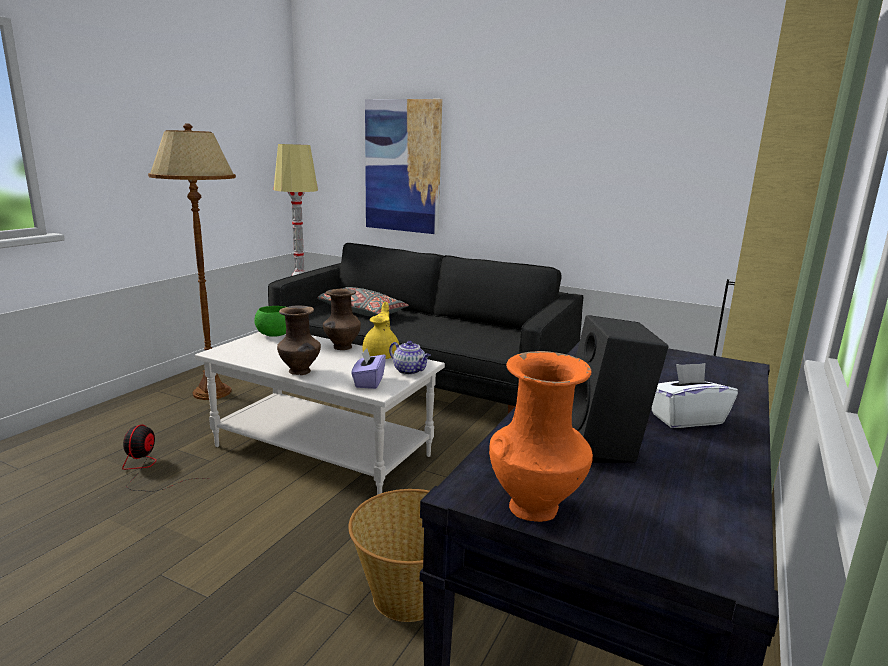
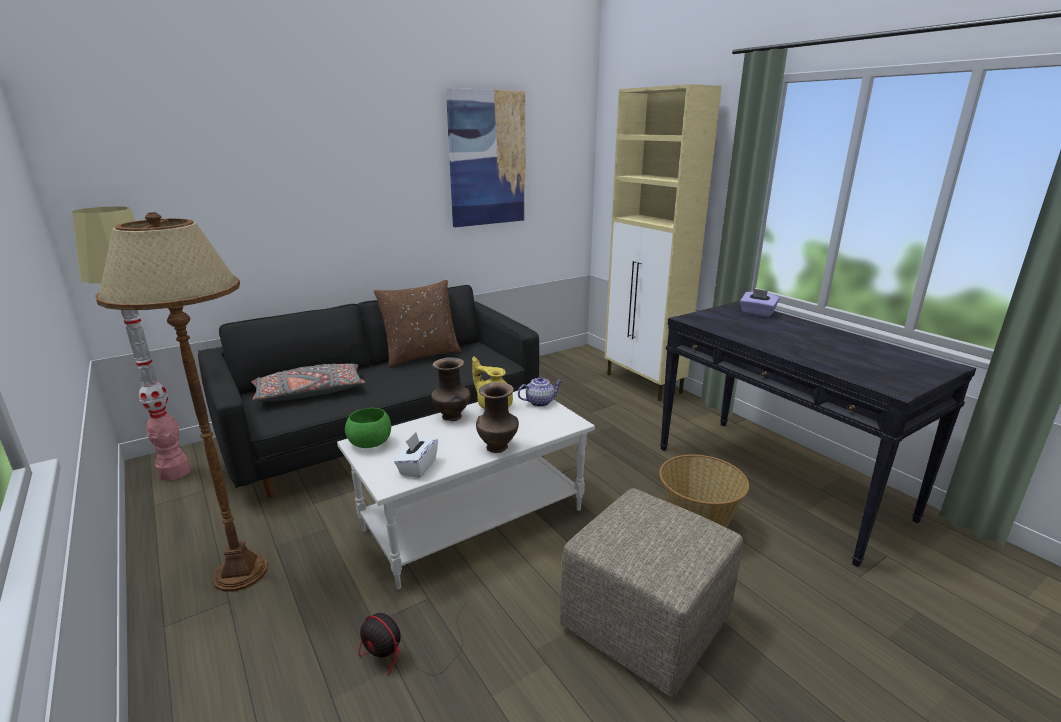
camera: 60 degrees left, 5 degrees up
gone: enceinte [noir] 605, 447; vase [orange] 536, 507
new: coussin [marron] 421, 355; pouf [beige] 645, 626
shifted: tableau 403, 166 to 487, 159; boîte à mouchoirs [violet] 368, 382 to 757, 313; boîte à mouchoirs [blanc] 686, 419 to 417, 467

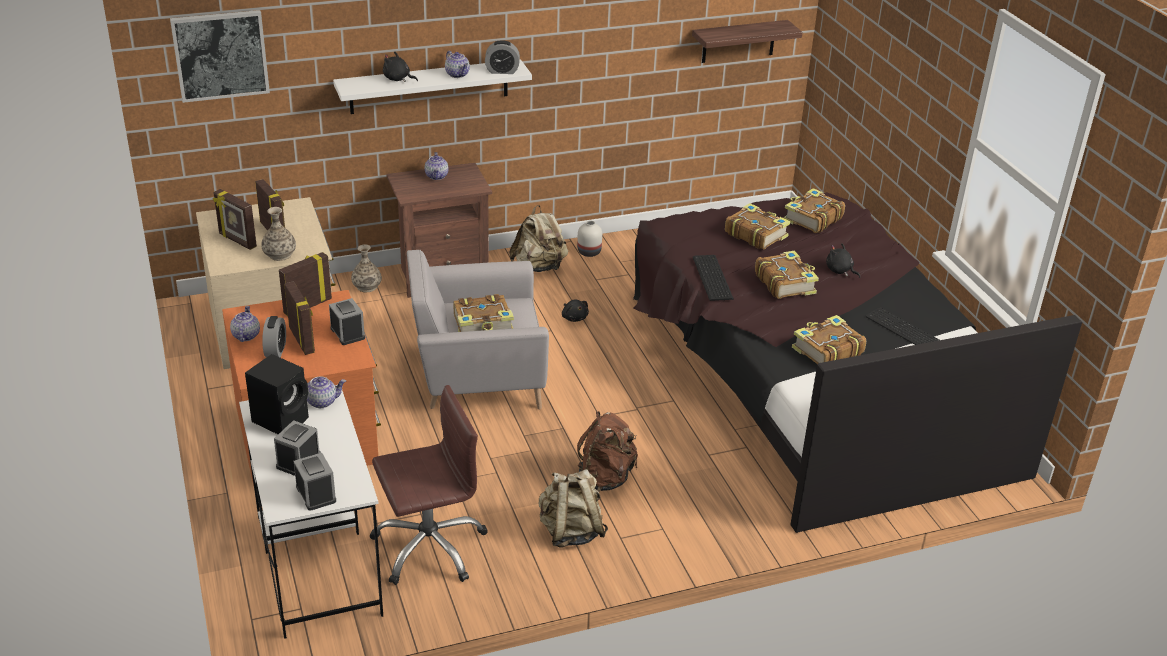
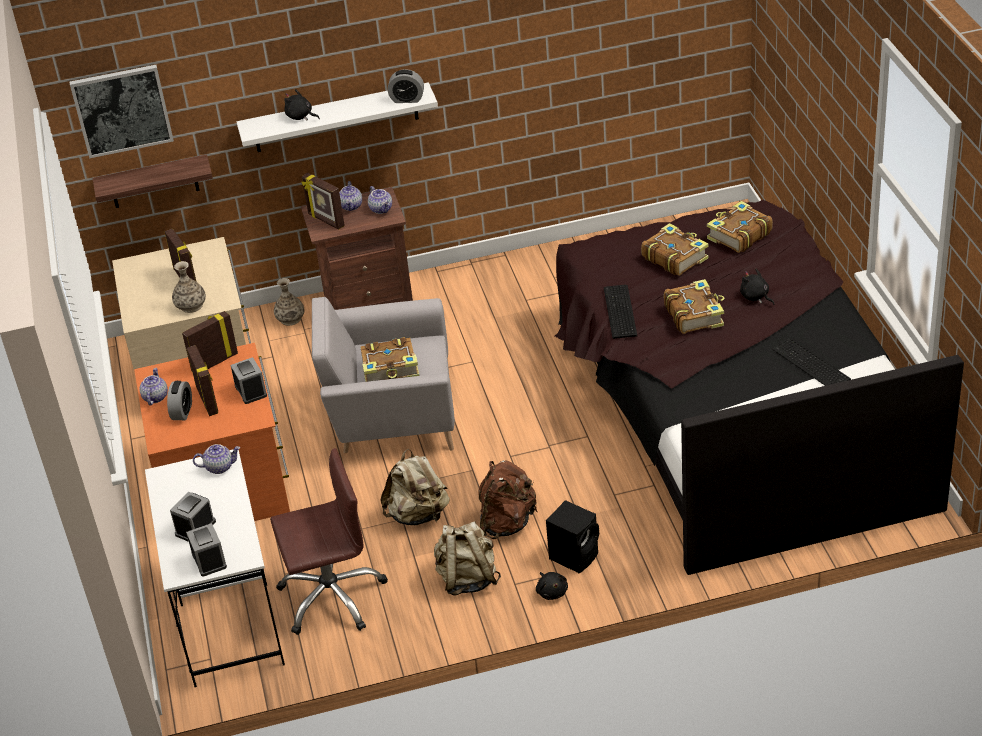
camera: 10 degrees right, 5 degrees up
gone: vase [blanc] 589, 252; livre 826, 351
shifted: étagère 738, 41 to 153, 182; théière 458, 74 to 381, 209; cadre photo 237, 241 to 325, 220; sac à dos [beige] 539, 267 to 418, 514; peluche [noir] 574, 317 to 552, 591; enceinte [noir] 282, 419 to 575, 555

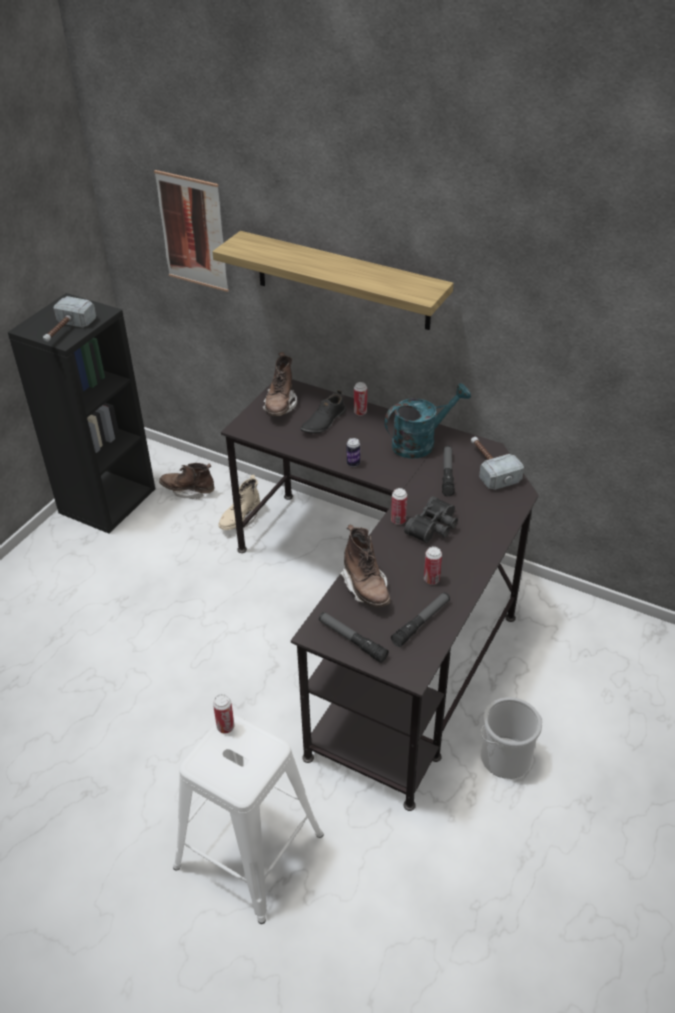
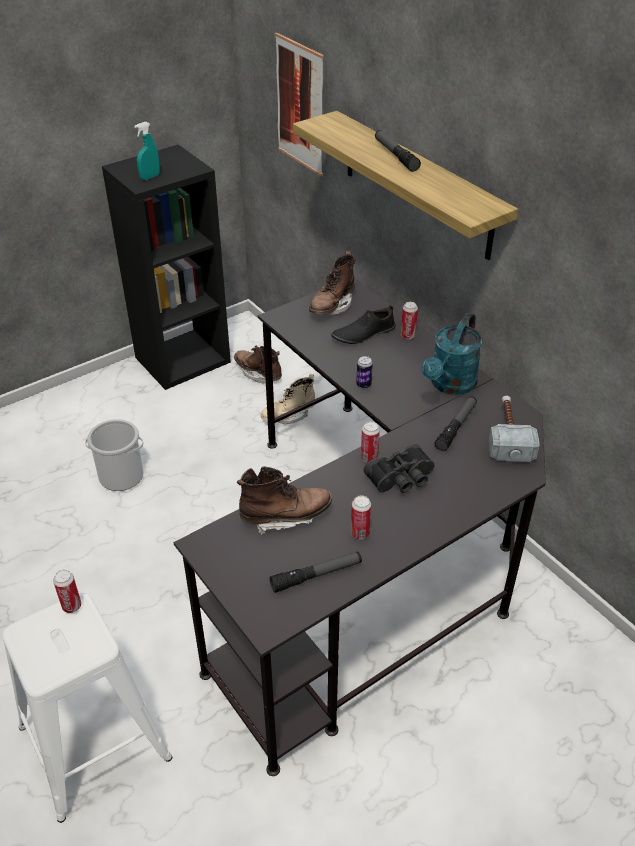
camera: 25 degrees right, 0 degrees up
shifted: lampe de poche 352, 640 to 395, 155; seau 506, 757 to 122, 475
swapped: marteau 66, 331 to vaporisateur [turquoise] 150, 177
rotated: arrosoir [turquoise] 420, 442 = 450, 385 120 degrees clockwise; botte [marron] 366, 588 = 285, 516 105 degrees counterclockwise

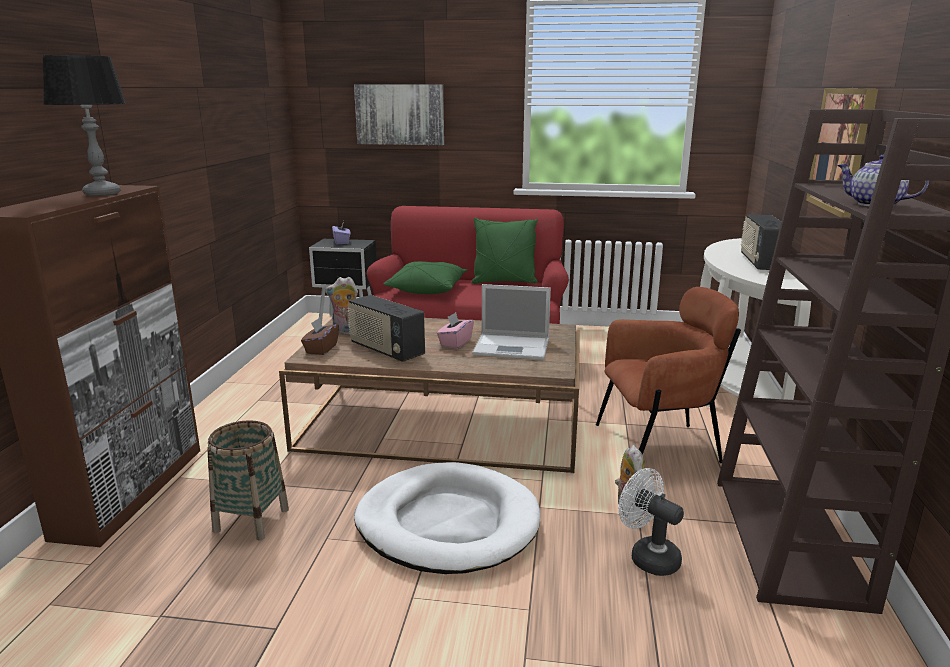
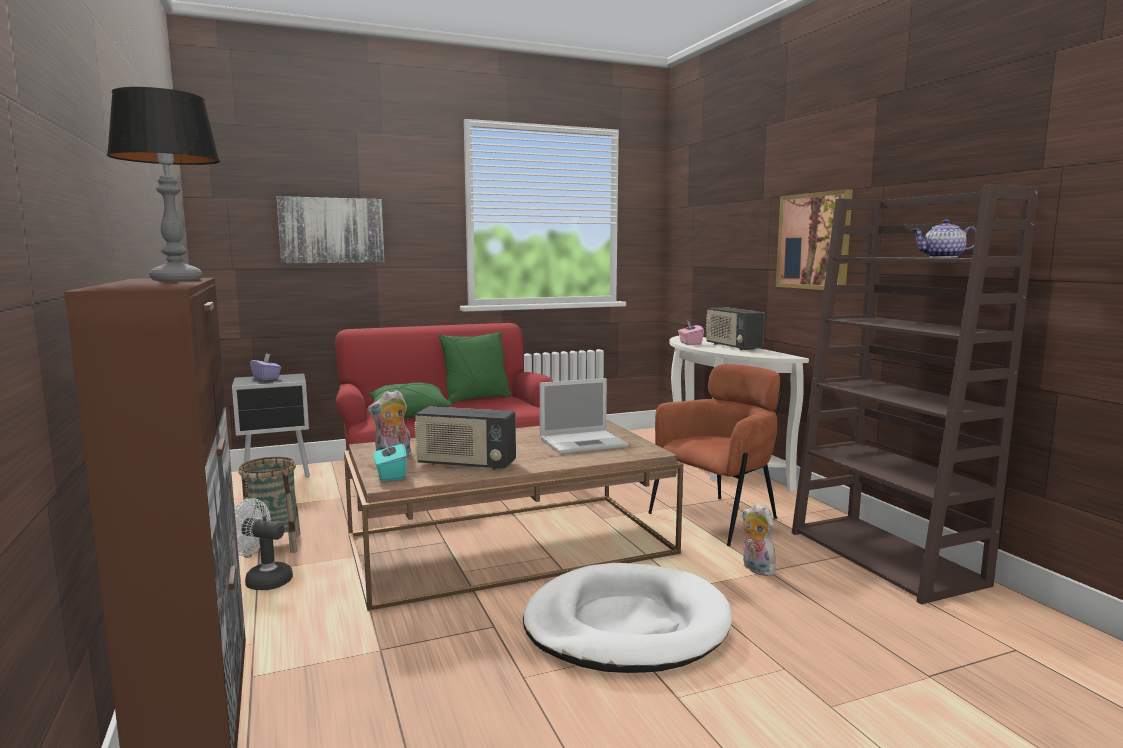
camera: 30 degrees left, 10 degrees down
shifted: boîte à mouchoirs [rose] 455, 343 to 690, 343; panier 251, 520 to 273, 545; ventilateur [blanc] 648, 556 to 262, 580
repainted: boîte à mouchoirs [marron] 321, 349 to boîte à mouchoirs [turquoise] 390, 475

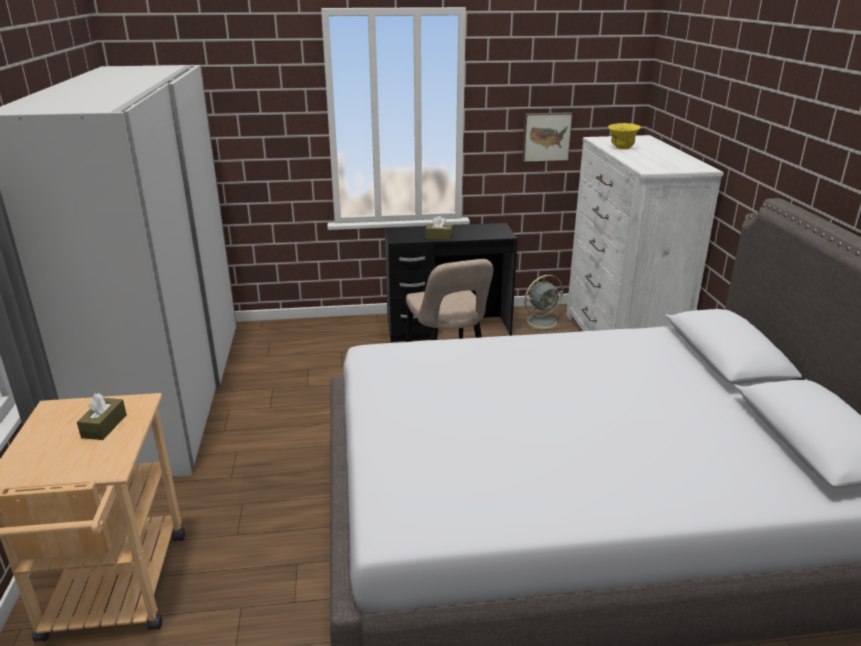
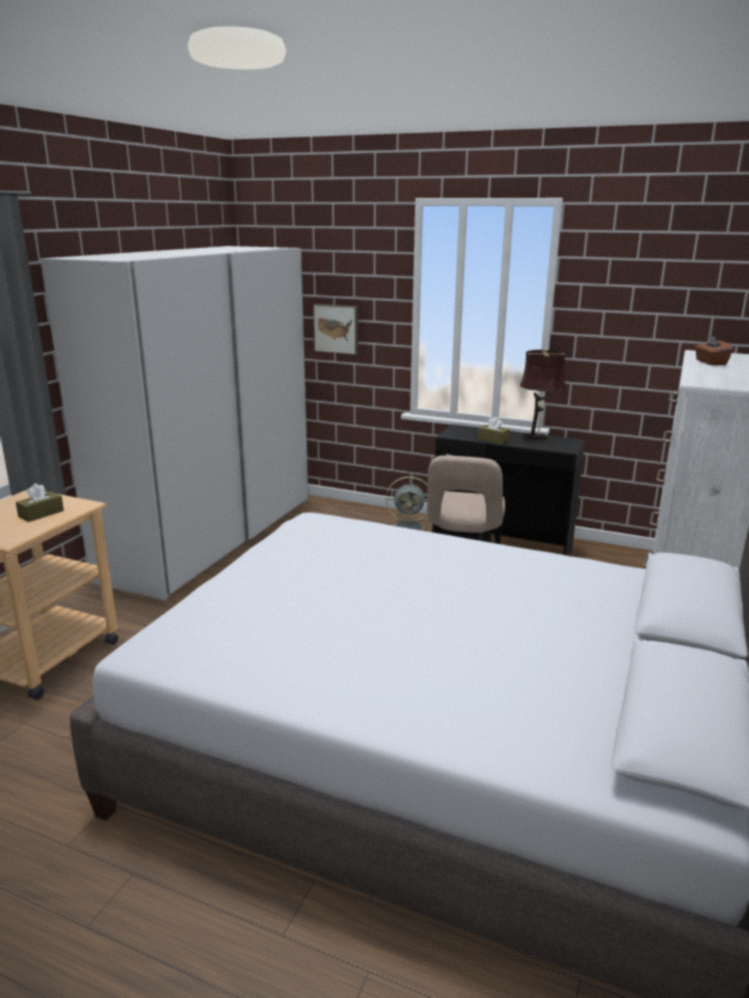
camera: 30 degrees right, 5 degrees down
new: lampe de table [marron] 537, 438
shifted: tableau 546, 136 to 336, 328; ventilateur [gris] 543, 321 to 410, 527
swapped: bol [jaune] 622, 148 to boîte à mouchoirs [marron] 710, 362

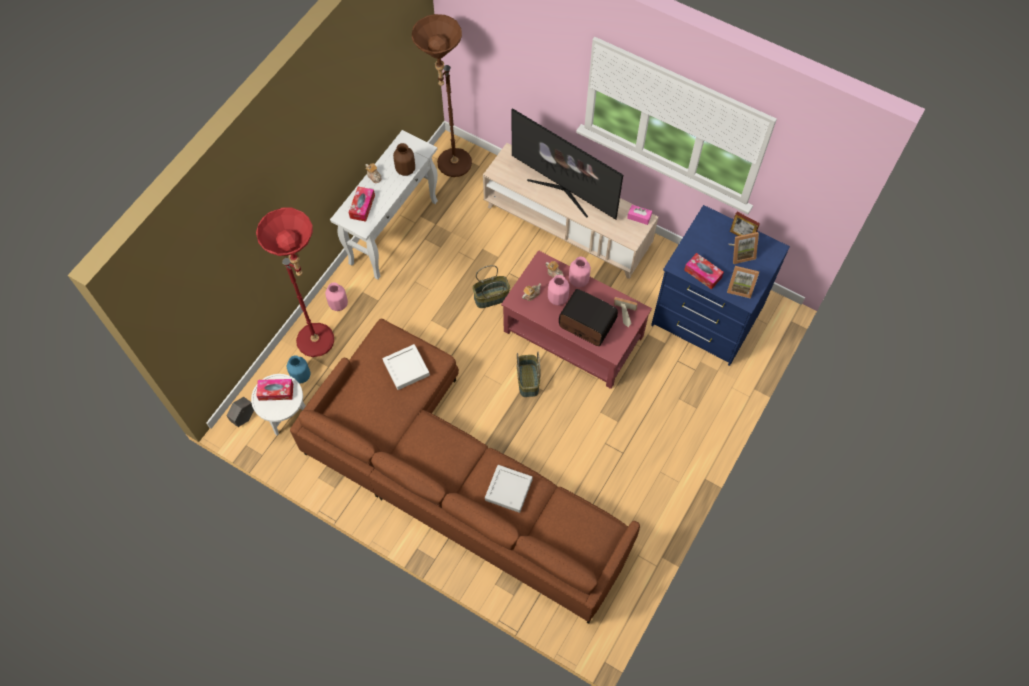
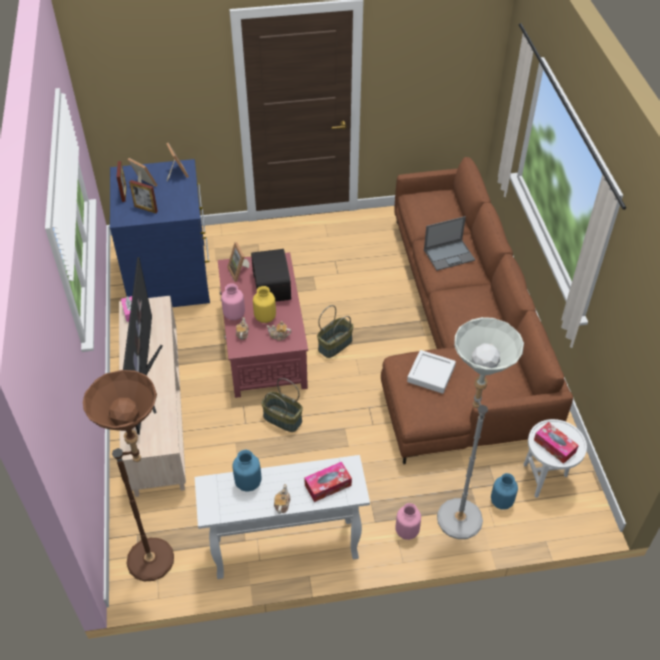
camera: 130 degrees left, 15 degrees down
gone: boîte à mouchoirs 703, 274; cache-pot [gris] 244, 417
new: cadre photo 146, 209
swapped: plateau [gris] 508, 490 to ordinateur portable 449, 255
repainted: vase [marron] 405, 170 to vase [bleu] 248, 483; lampadaire [rouge] 322, 344 to lampadaire [gris] 456, 510; vase [rose] 557, 298 to vase [jaune] 265, 317

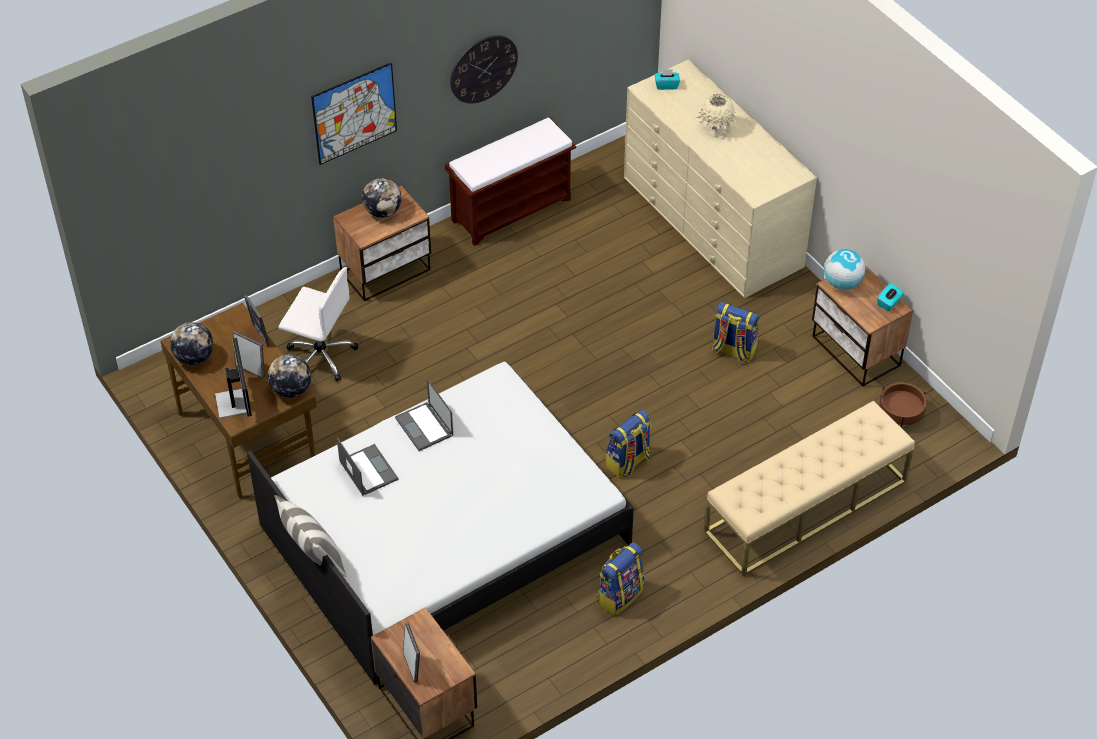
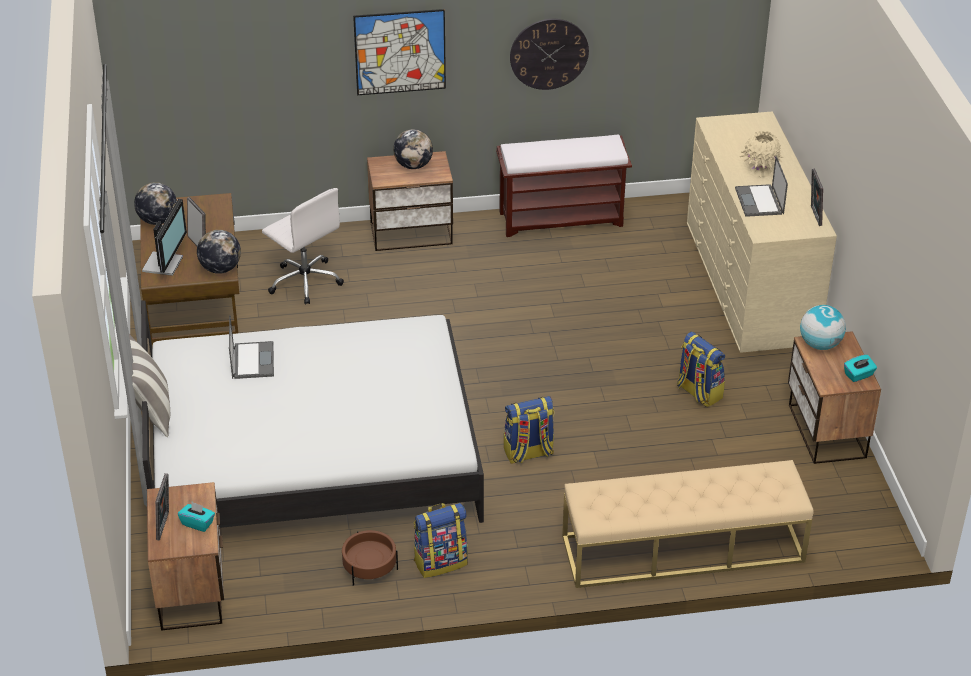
camera: 25 degrees right, 10 degrees down
shifted: boîte à mouchoirs [turquoise] 666, 85 to 197, 523; cadre photo 259, 336 to 814, 216; ordinateur portable 424, 427 to 759, 201; cache-pot [marron] 900, 414 to 369, 568

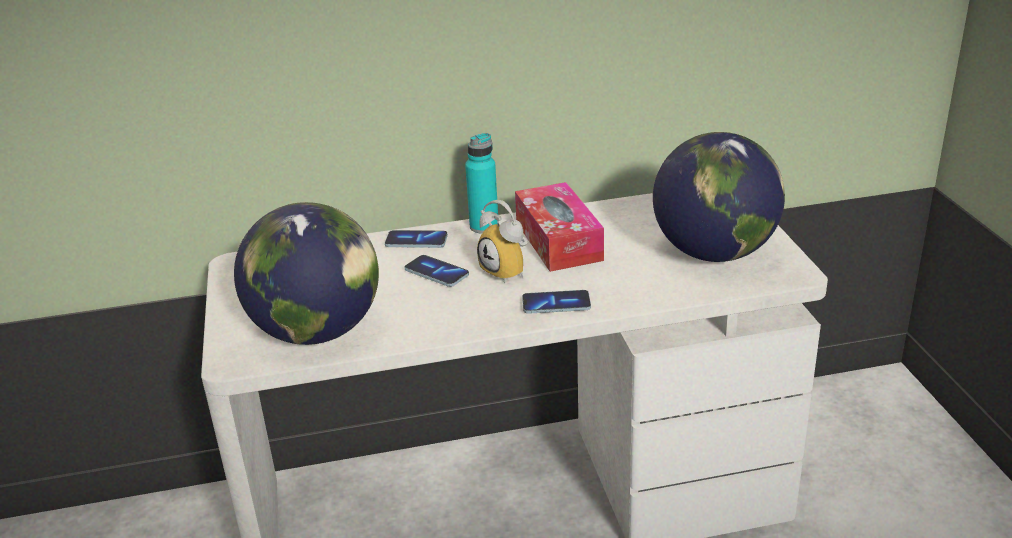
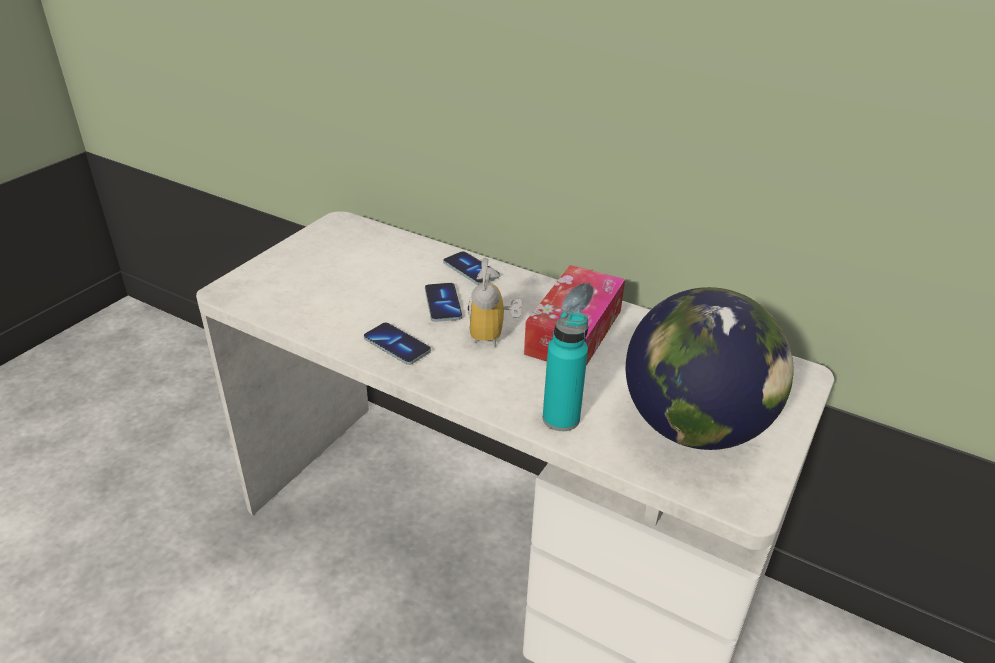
camera: 40 degrees right, 5 degrees up
gone: globe 316, 332
shifted: bouteille [turquoise] 484, 226 to 561, 419; téléphone 556, 304 to 397, 345

